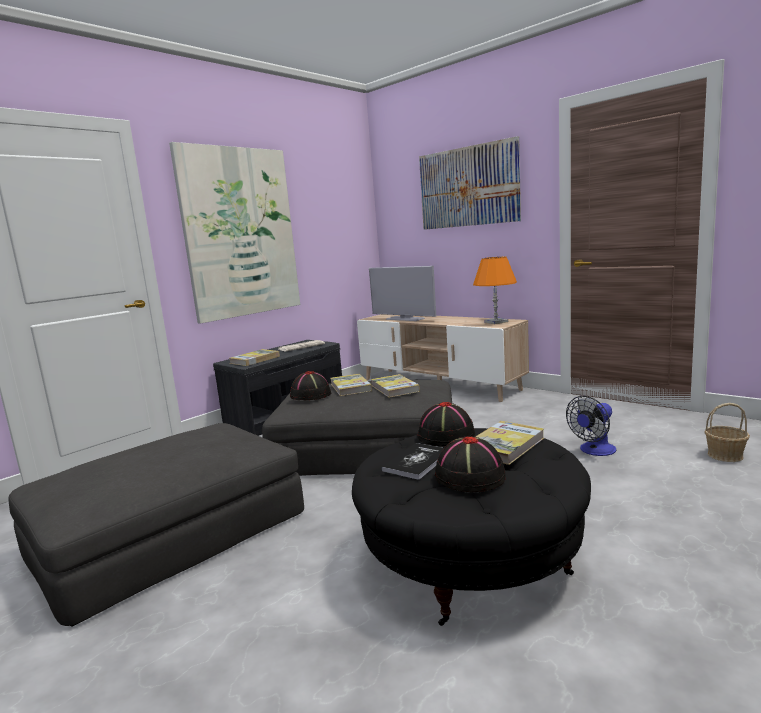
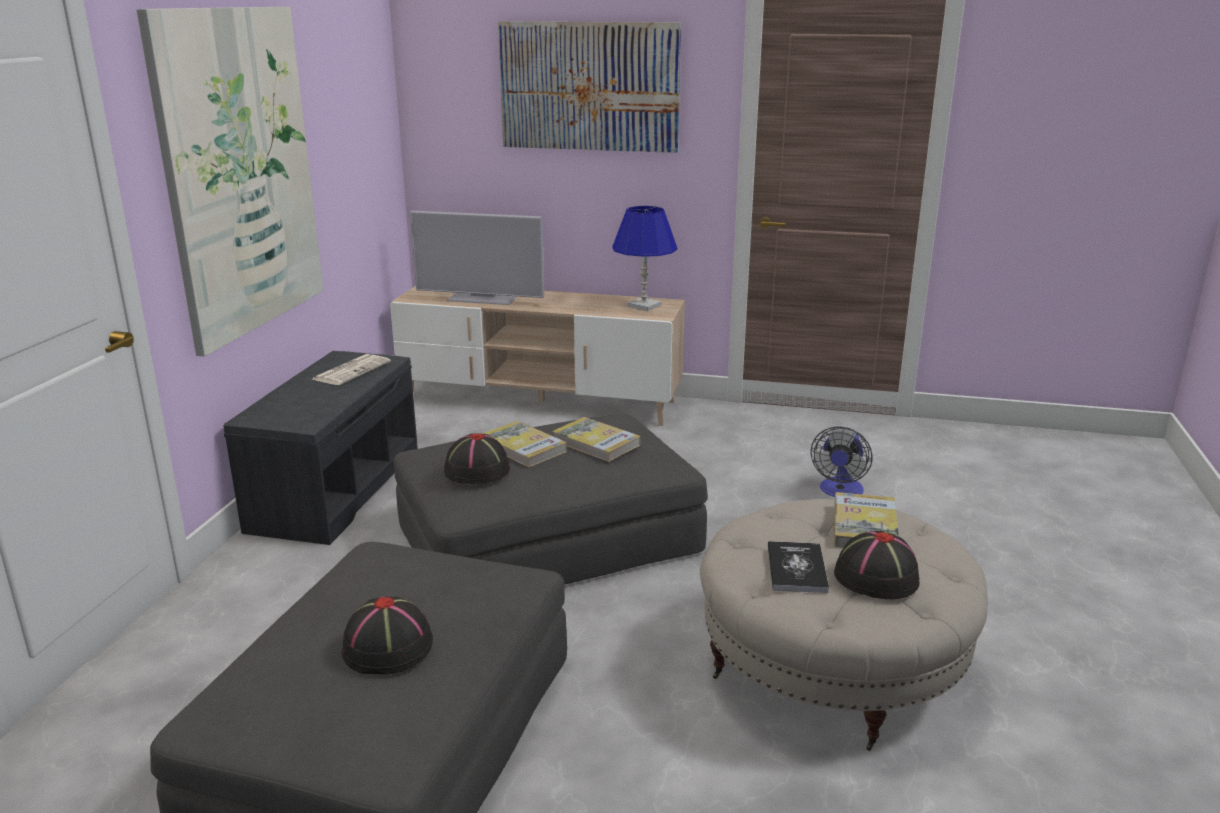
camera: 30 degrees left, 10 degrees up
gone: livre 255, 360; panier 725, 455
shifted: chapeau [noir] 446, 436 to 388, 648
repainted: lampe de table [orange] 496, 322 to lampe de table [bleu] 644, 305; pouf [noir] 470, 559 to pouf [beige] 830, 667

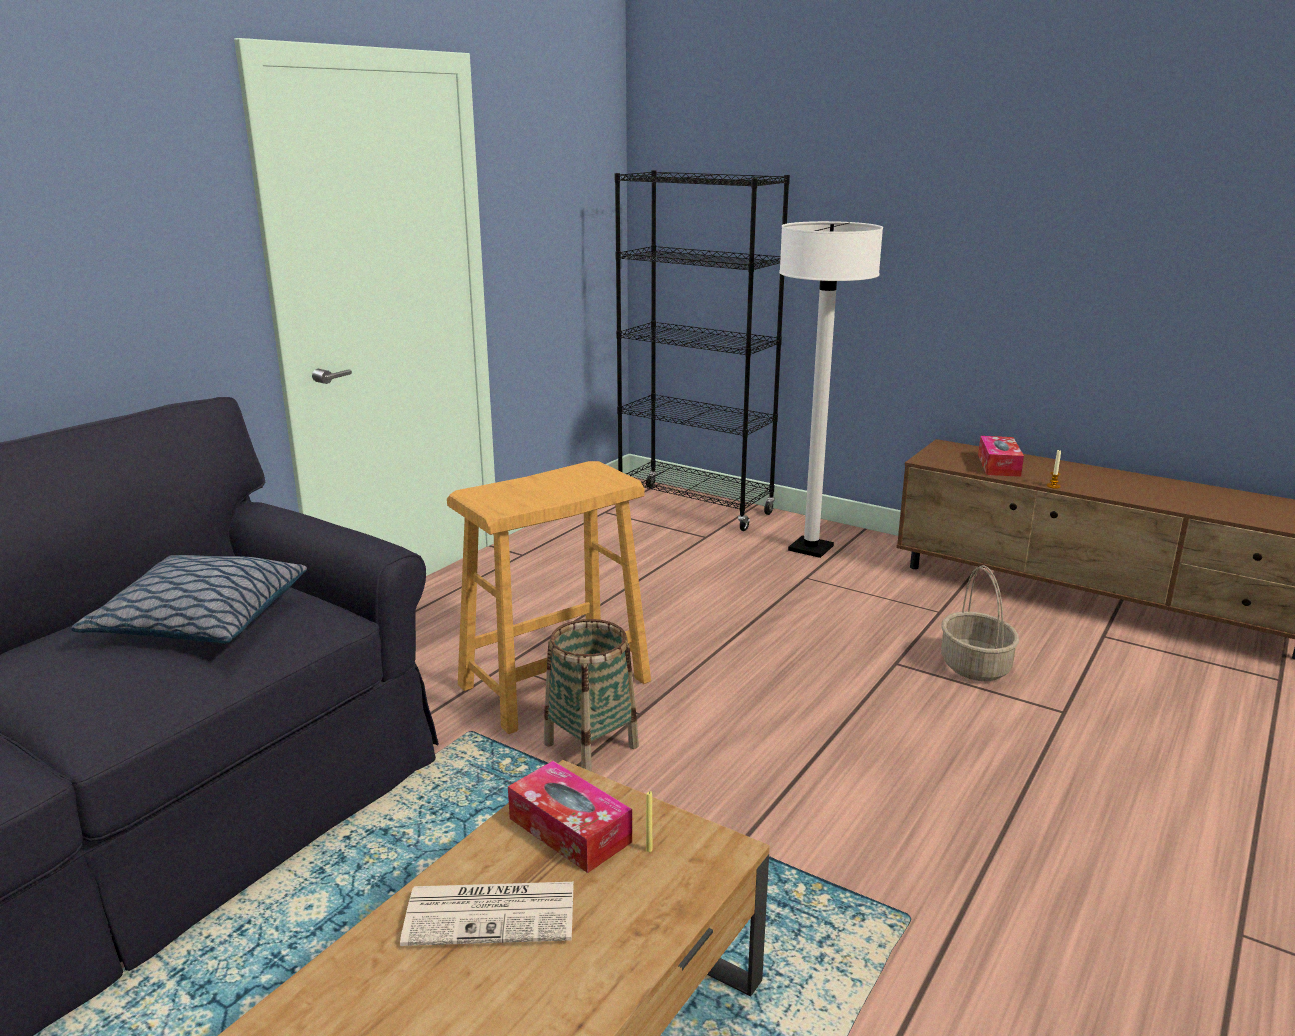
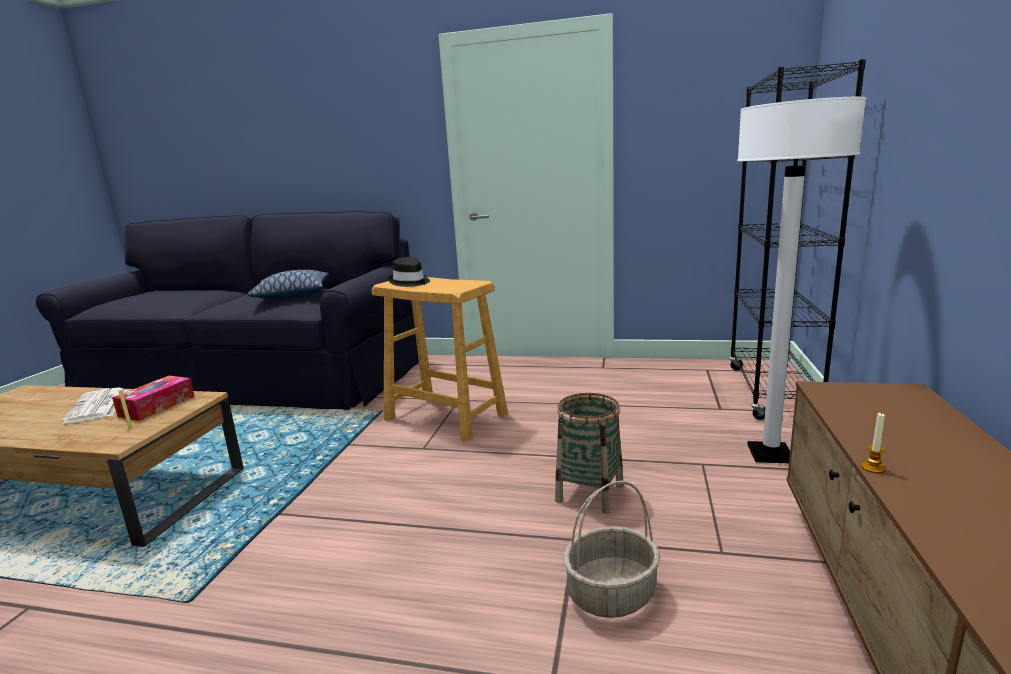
camera: 70 degrees right, 5 degrees down
gone: boîte à mouchoirs 998, 465
new: chapeau [noir] 410, 282
shifted: panier 590, 745 to 589, 493

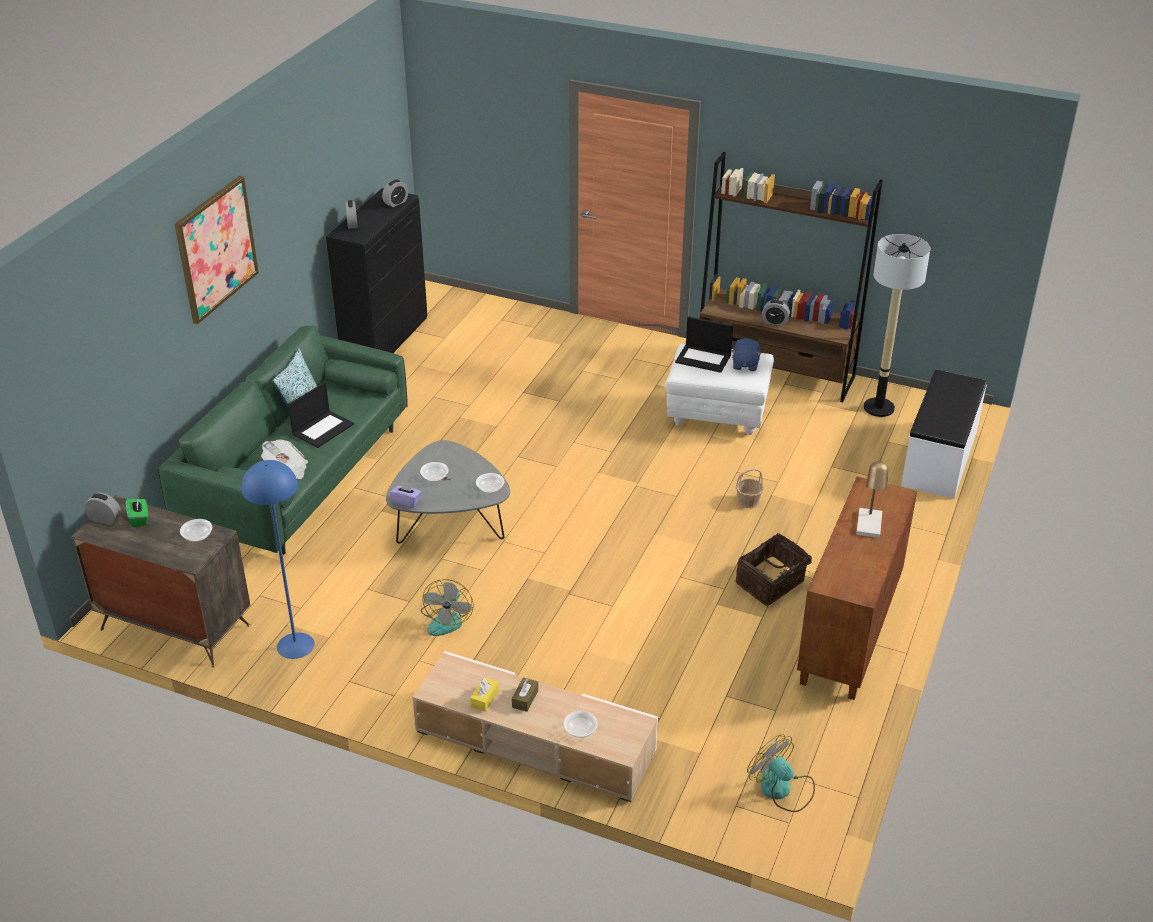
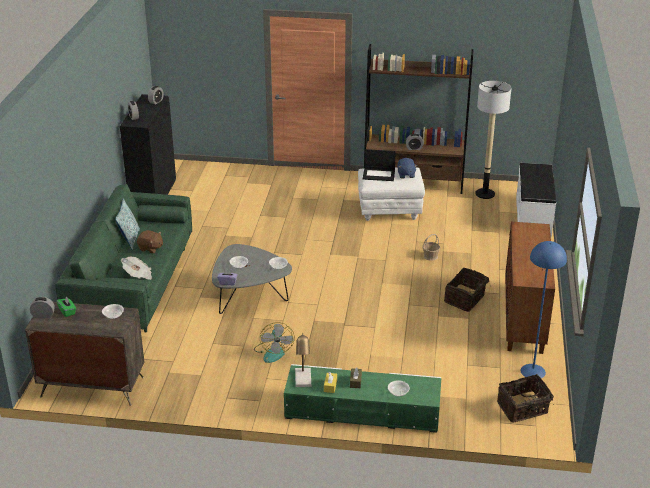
camera: 15 degrees left, 5 degrees down
gone: tableau 216, 249
shifted: lampe de table 869, 528 to 303, 381; lampadaire [bleu] 295, 645 to 532, 371
swapped: ordinateur portable 323, 429 to peluche [marron] 150, 248; ventilateur 782, 789 to panier 523, 409
repainted: meuble télé [beige] 535, 742 to meuble télé [vert] 362, 410

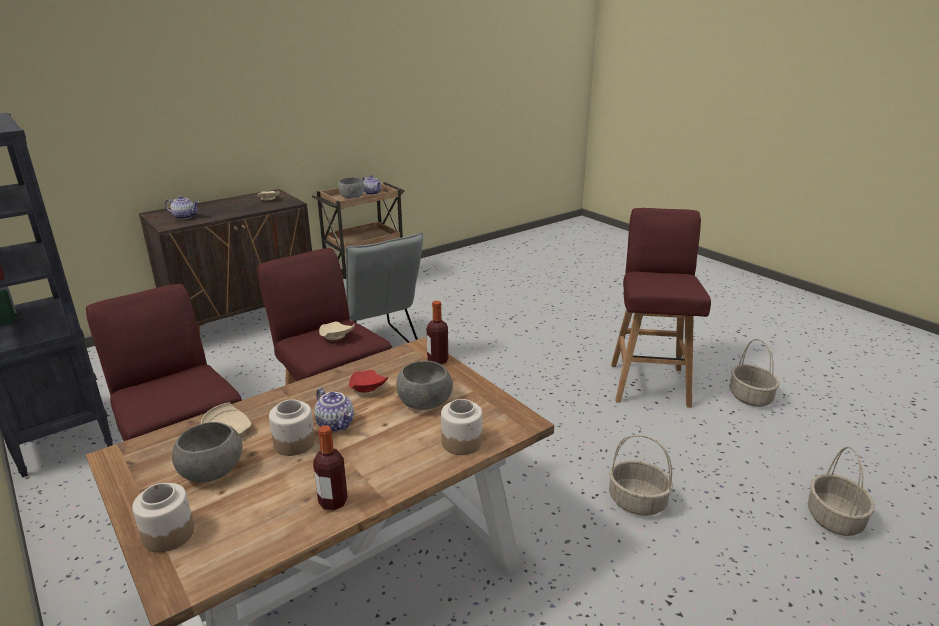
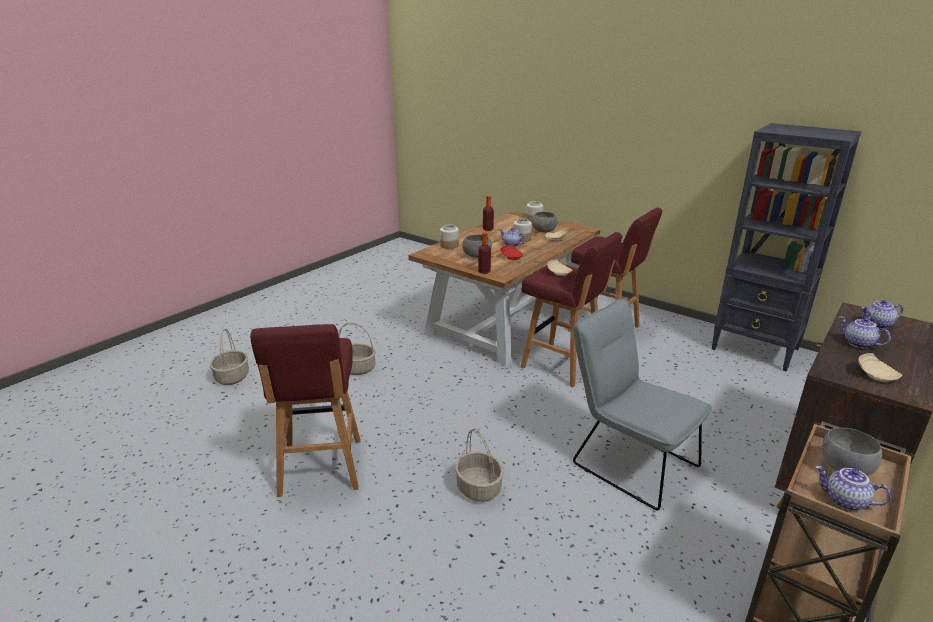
camera: 165 degrees right, 0 degrees up
new: théière 858, 344
shifted: panier 749, 397 to 479, 488

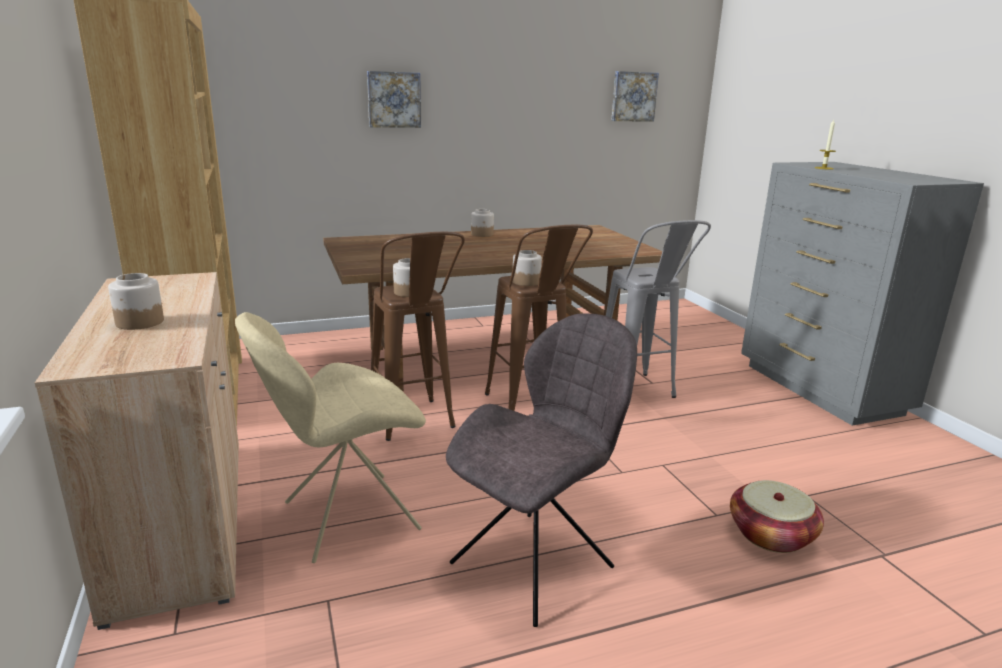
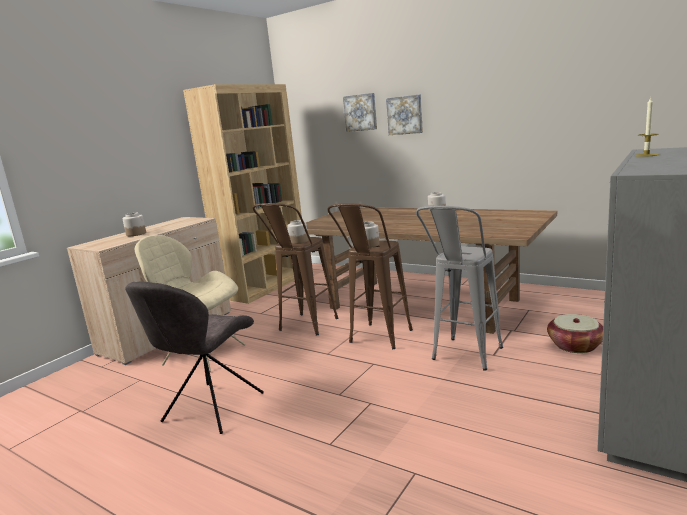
camera: 55 degrees right, 5 degrees down
shifted: tableau 633, 96 to 361, 112; panier 771, 534 to 575, 345
rotated: chaise [gris] 536, 562 = 211, 409 105 degrees clockwise

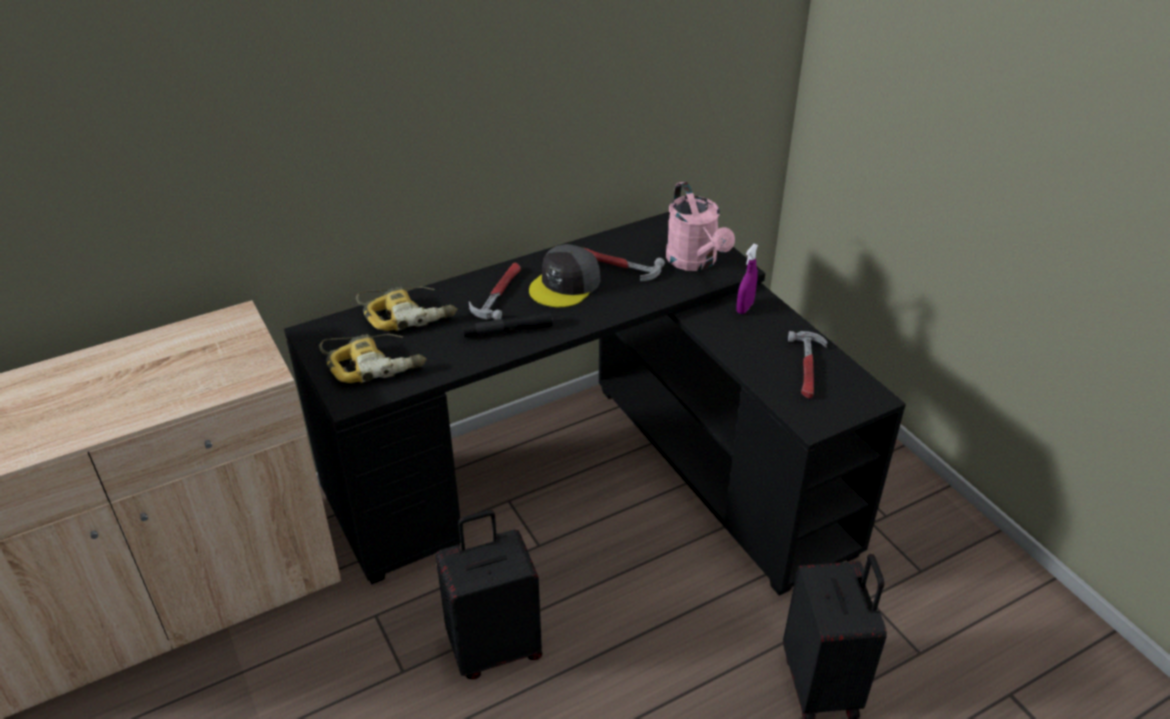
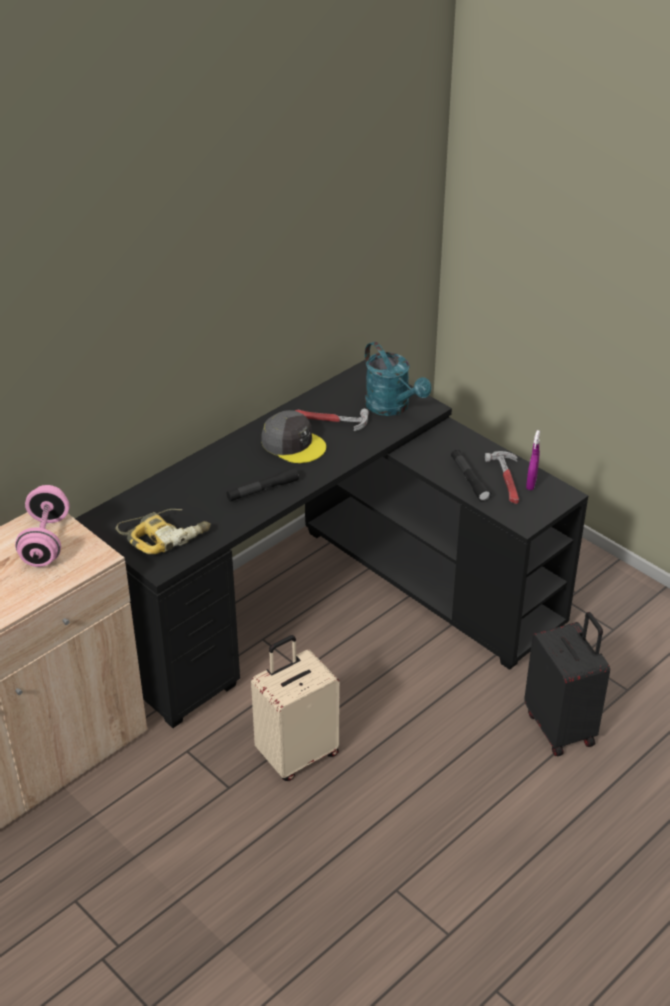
camera: 15 degrees left, 0 degrees up
gone: marteau 498, 293; perceuse 408, 314
new: lampe de poche [noir] 469, 479; haltère [rose] 45, 541
shifted: vaporisateur [violet] 745, 308 to 531, 484
repainted: arrosoir [rose] 695, 262 to arrosoir [turquoise] 392, 407; valise [noir] 495, 647 to valise [beige] 297, 754
rotated: casquette [gris] 565, 285 = 293, 444 75 degrees counterclockwise

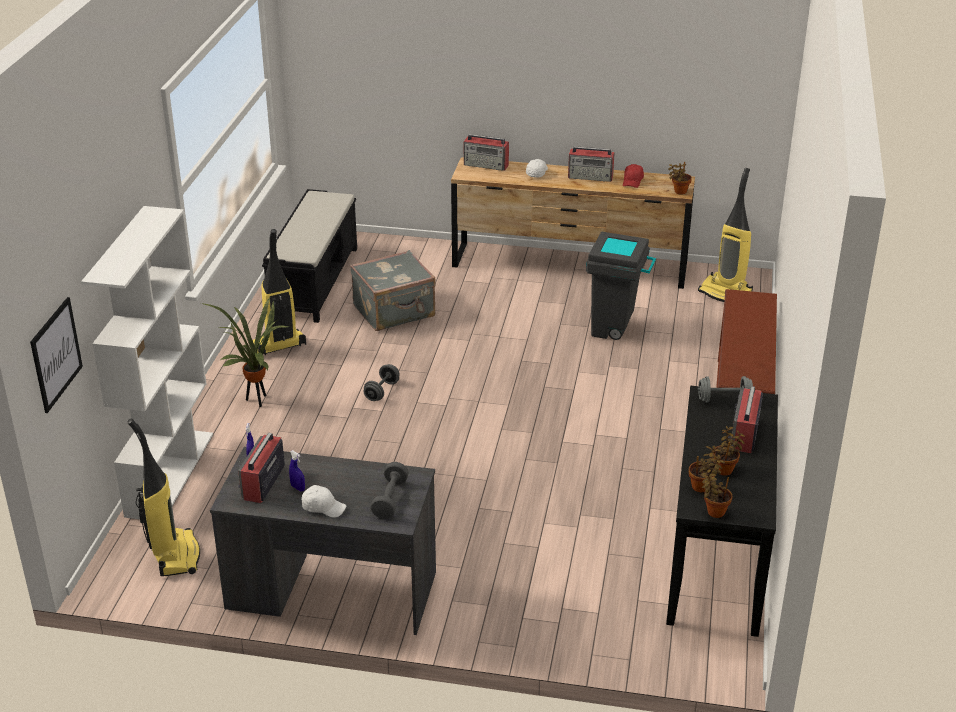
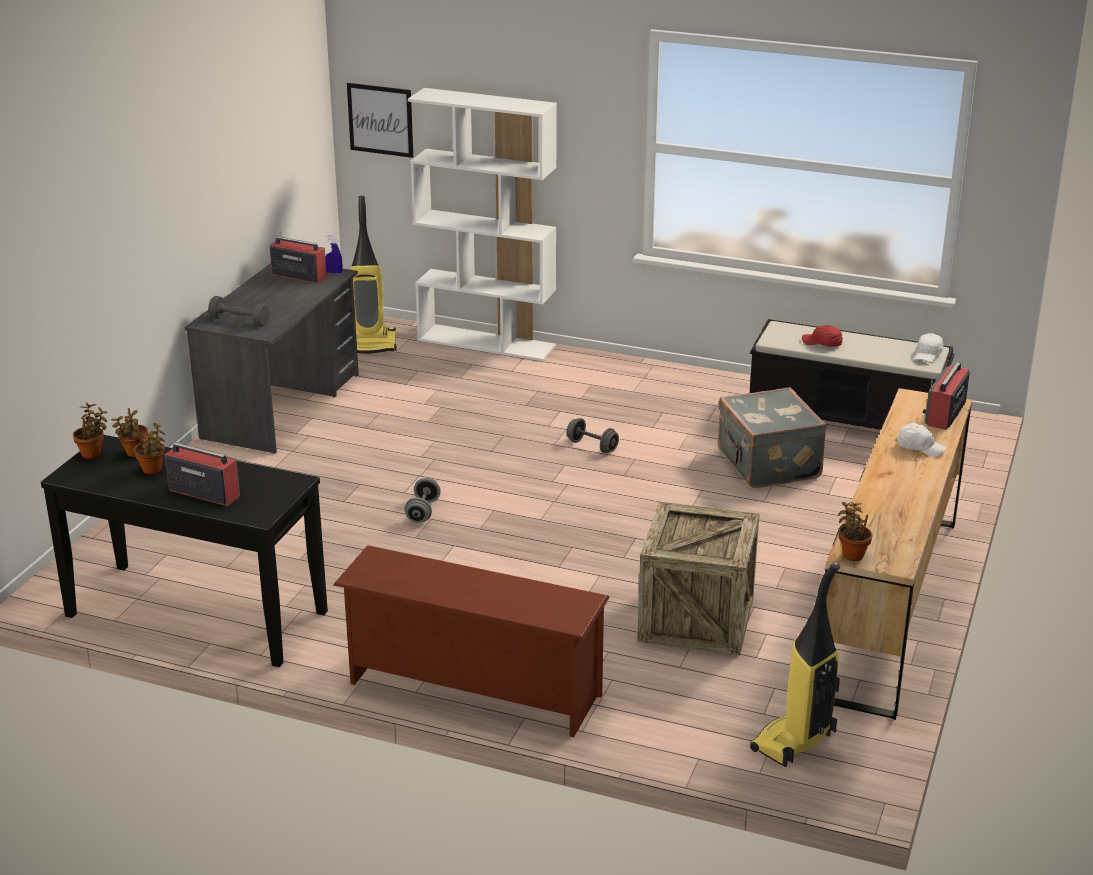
camera: 100 degrees right, 5 degrees down
gone: radio 591, 177; aspirateur 278, 346; plante en pot 256, 400; vaporisateur [bleu] 298, 488
shifted: casquette [rouge] 632, 181 to 822, 343; haltère [gris] 724, 400 to 423, 511; casquette [blanc] 323, 507 to 927, 355
swapped: poubelle [gris] 616, 330 to caisse 696, 619

